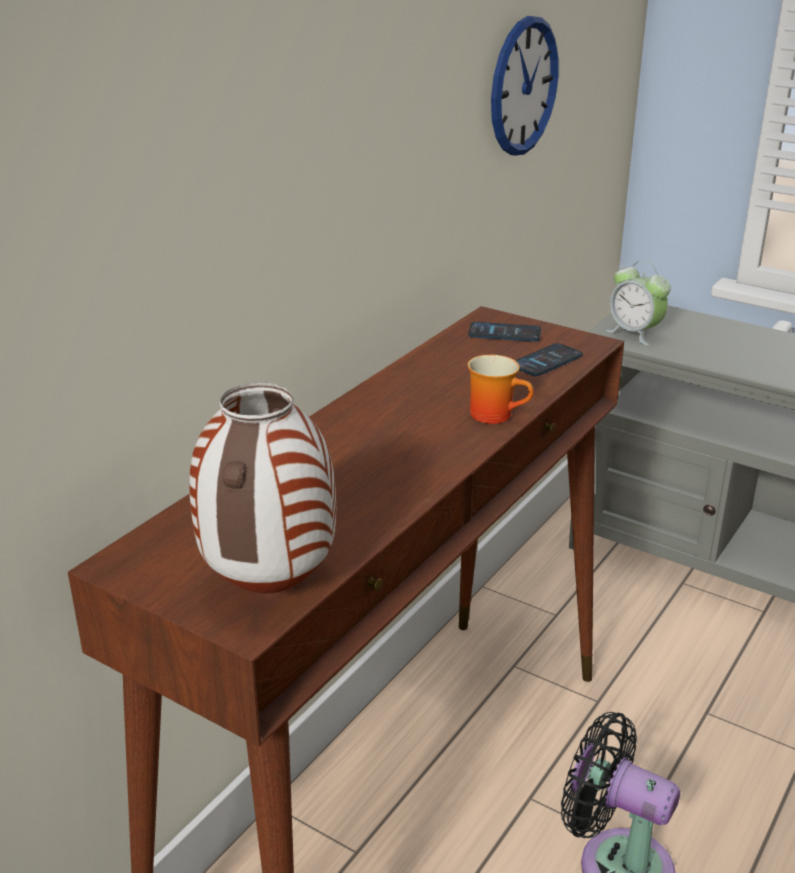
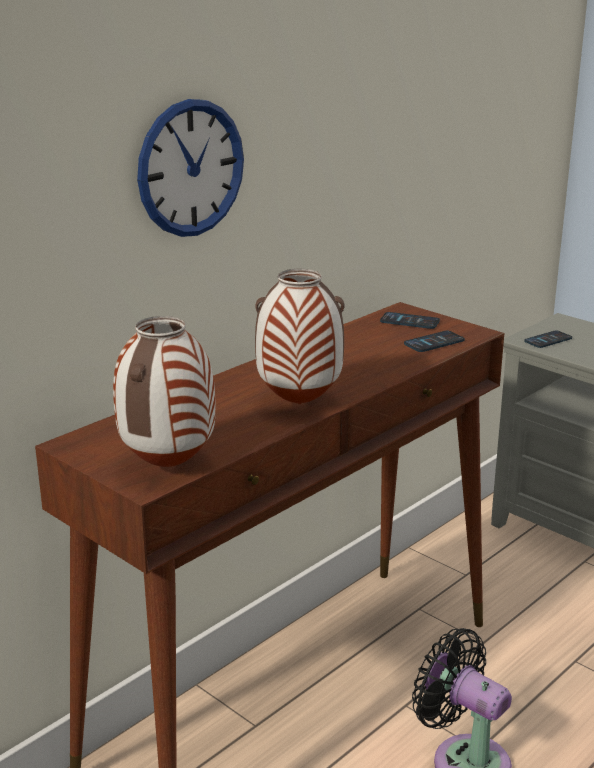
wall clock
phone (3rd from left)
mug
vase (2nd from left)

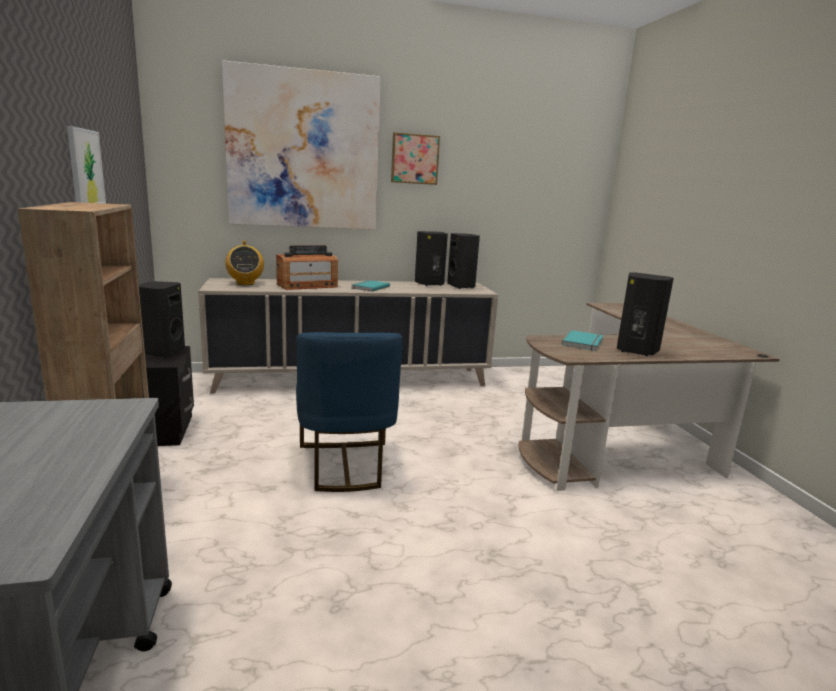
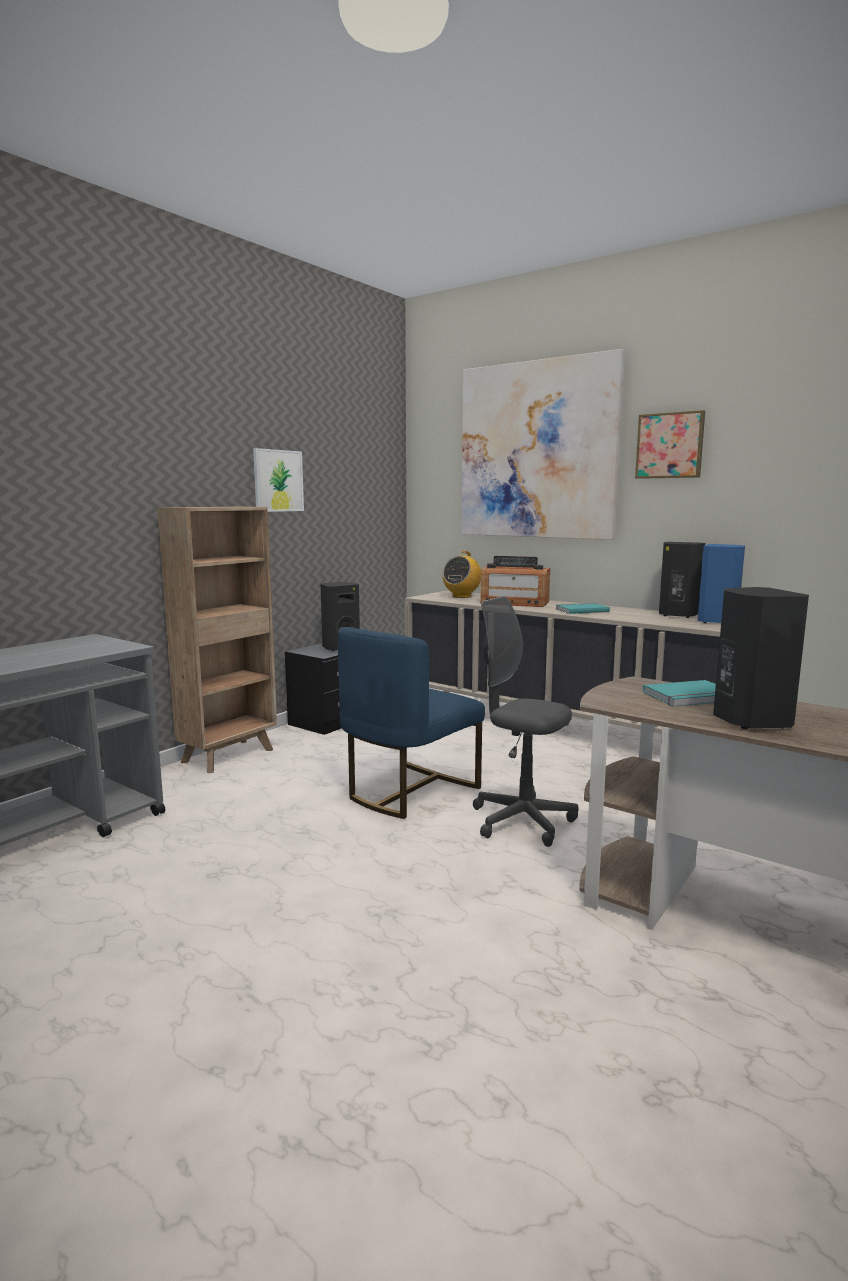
blue speaker
grey office chair

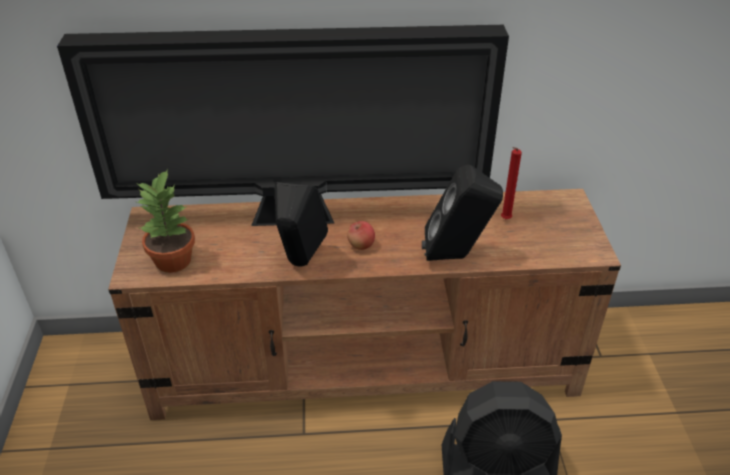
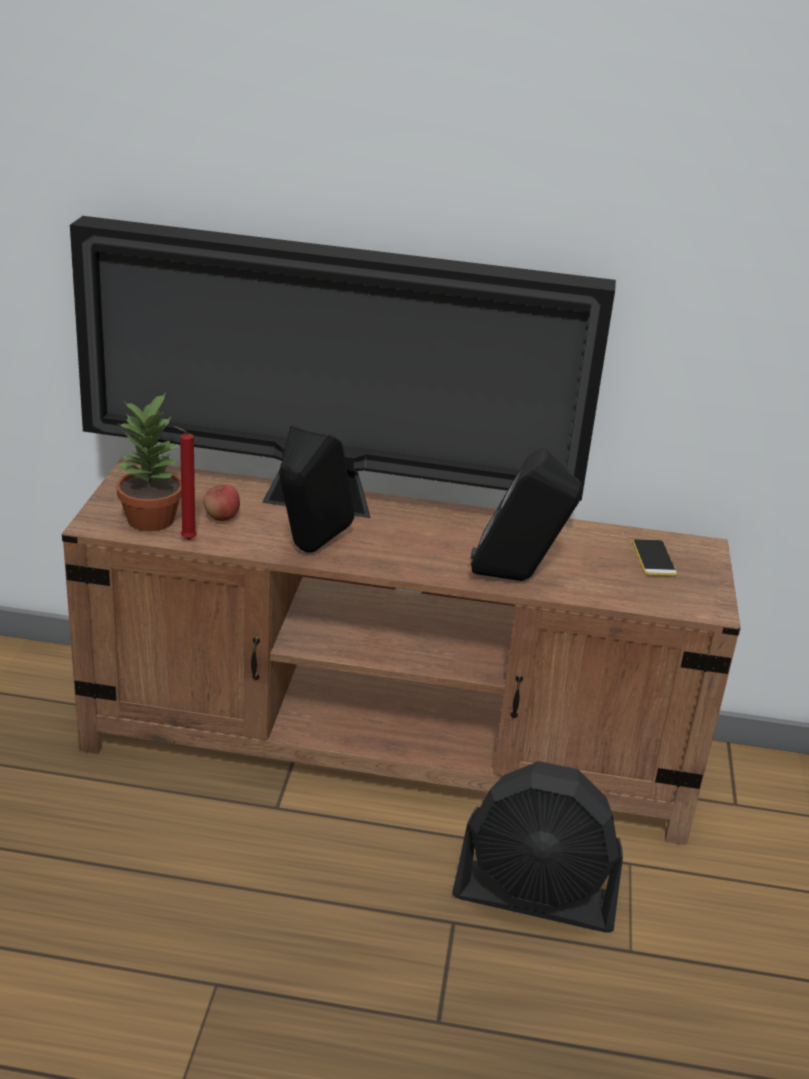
red candle
apple
phone

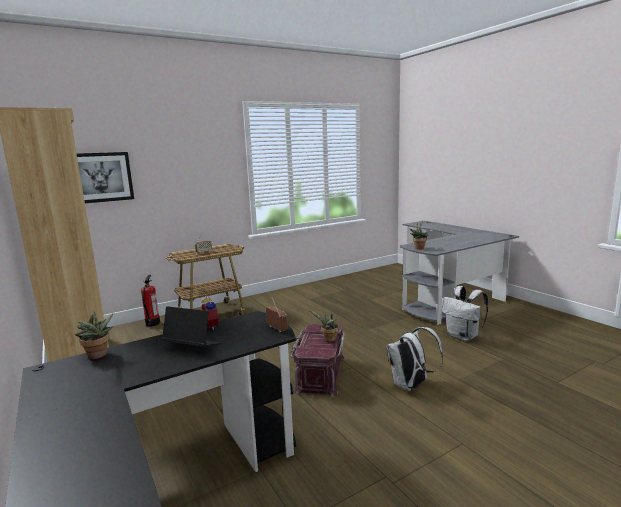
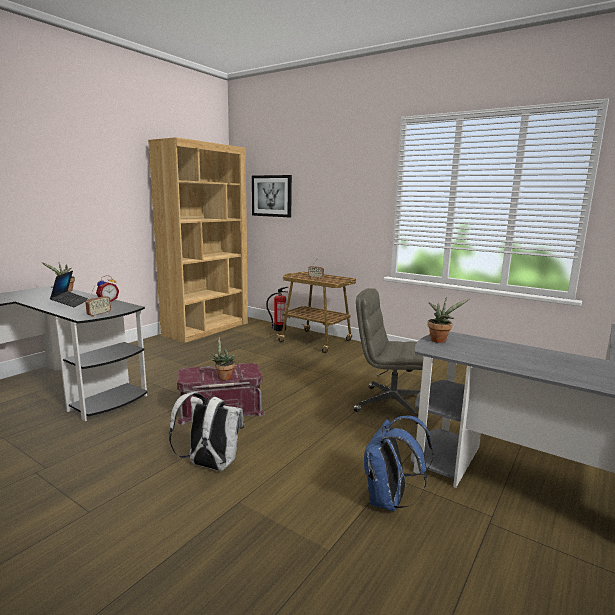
blue backpack
grey office chair

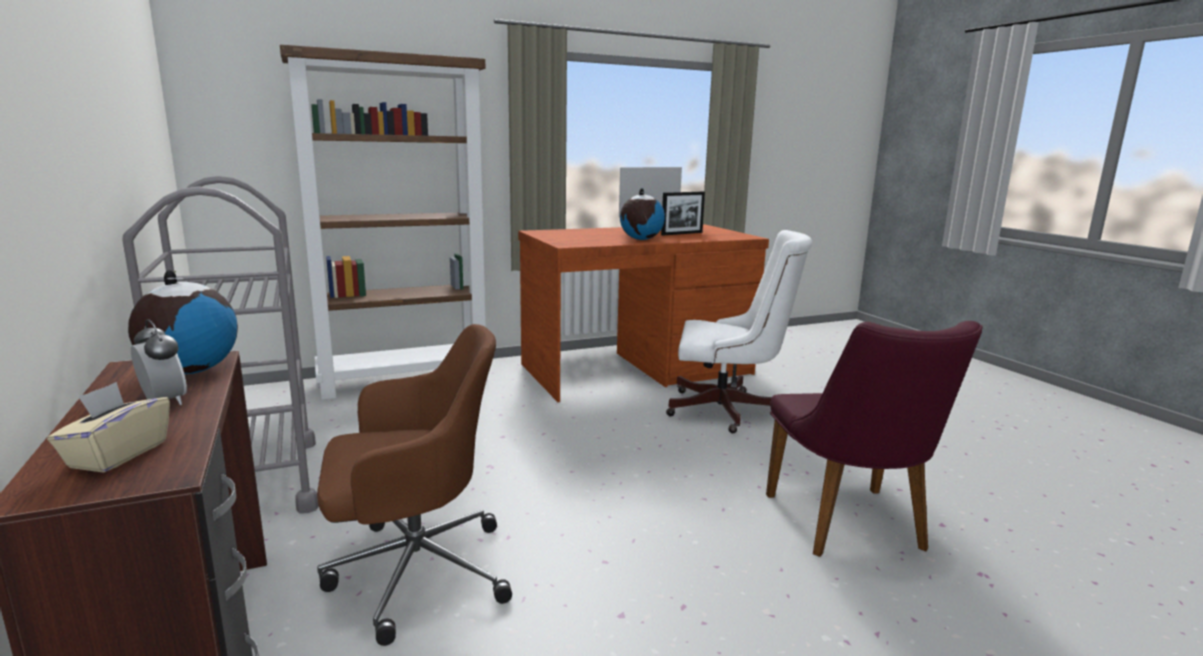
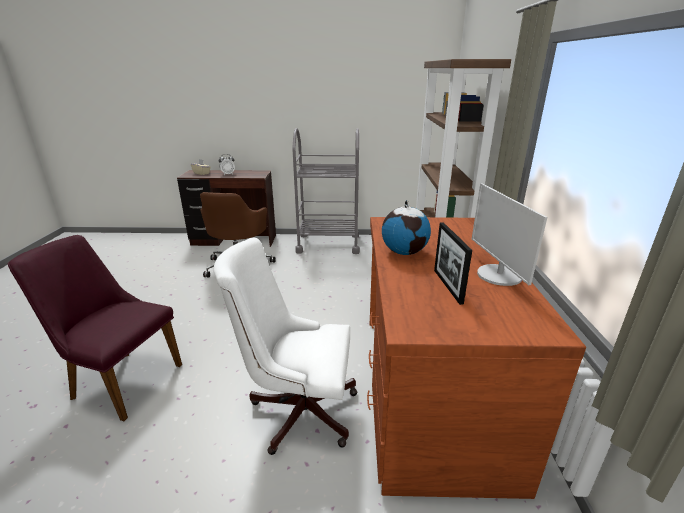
white office chair
globe (1st from left in the first image)

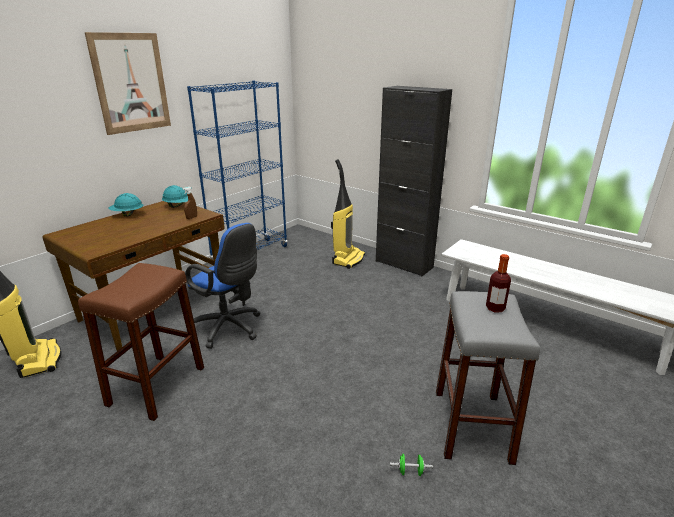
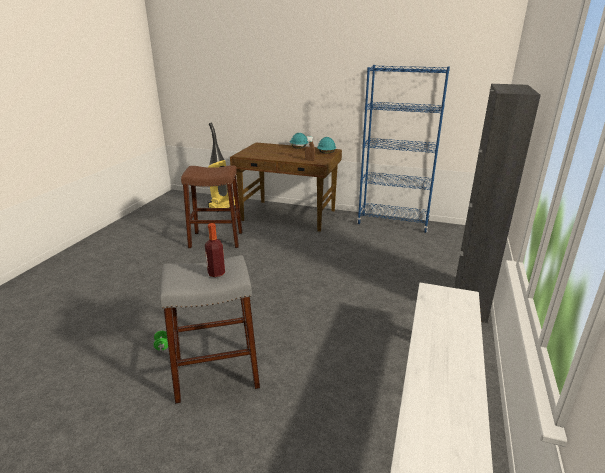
picture
vacuum cleaner (2nd from left in the first image)
blue office chair

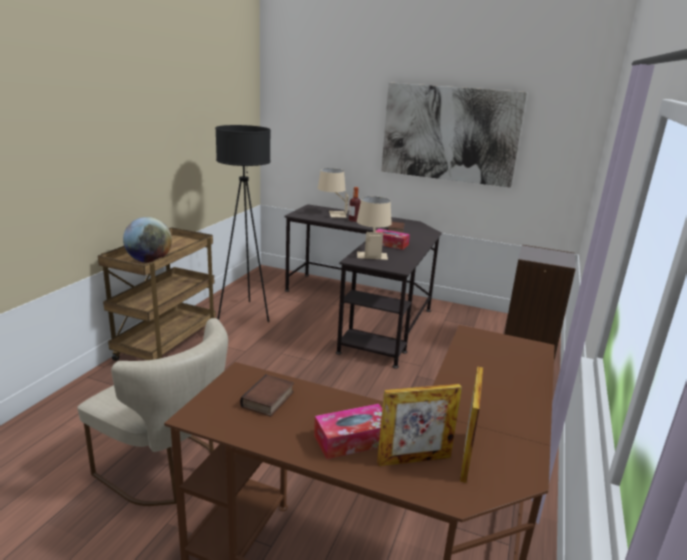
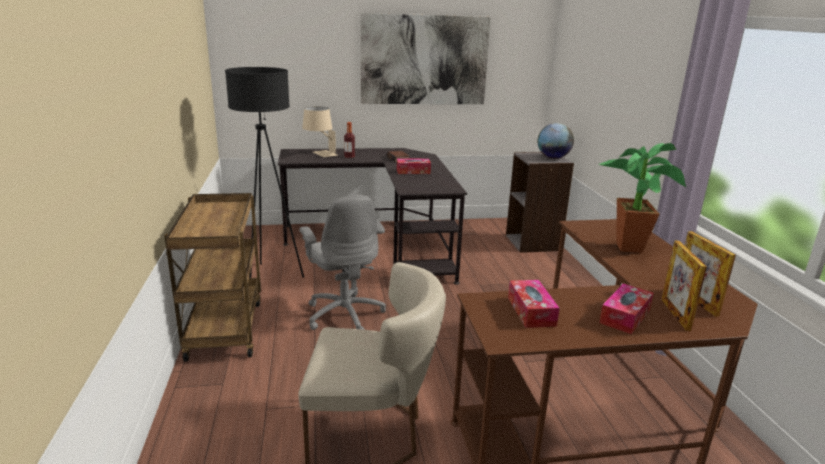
beige table lamp (2nd from left in the first image)
globe
tissue box (2nd from left)
picture frame (1st from left)
potted plant
grey office chair

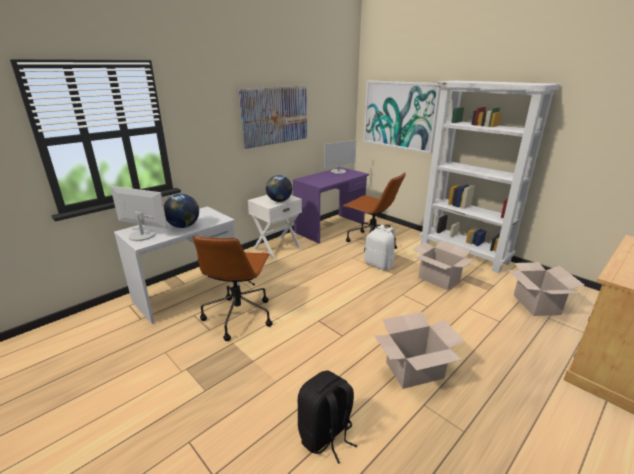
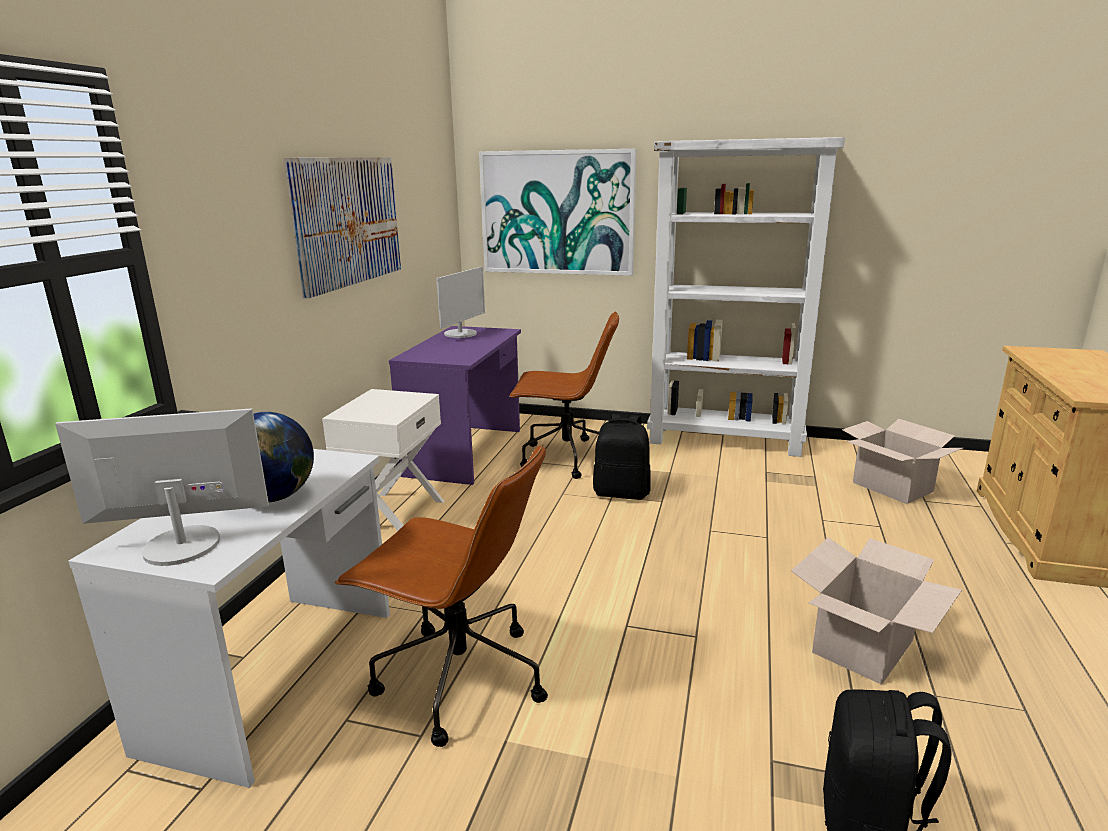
globe (2nd from left in the first image)
black backpack (1st from left)
brown office chair (1st from left)
cardboard box (2nd from left in the first image)

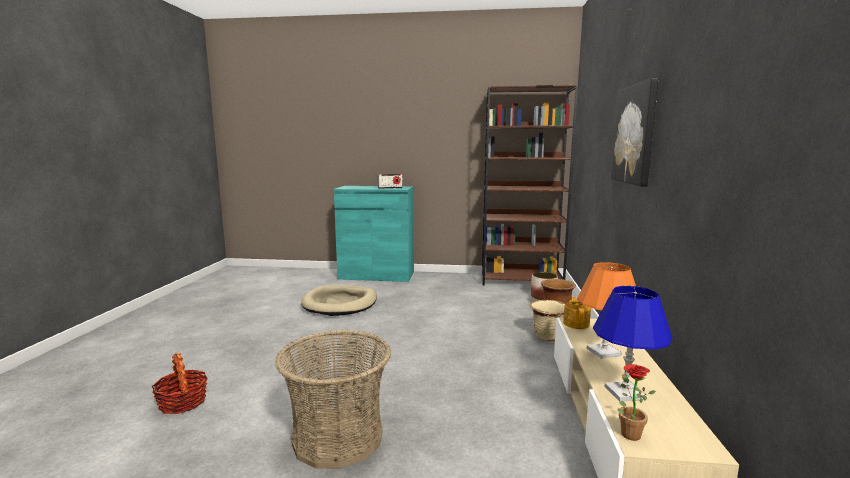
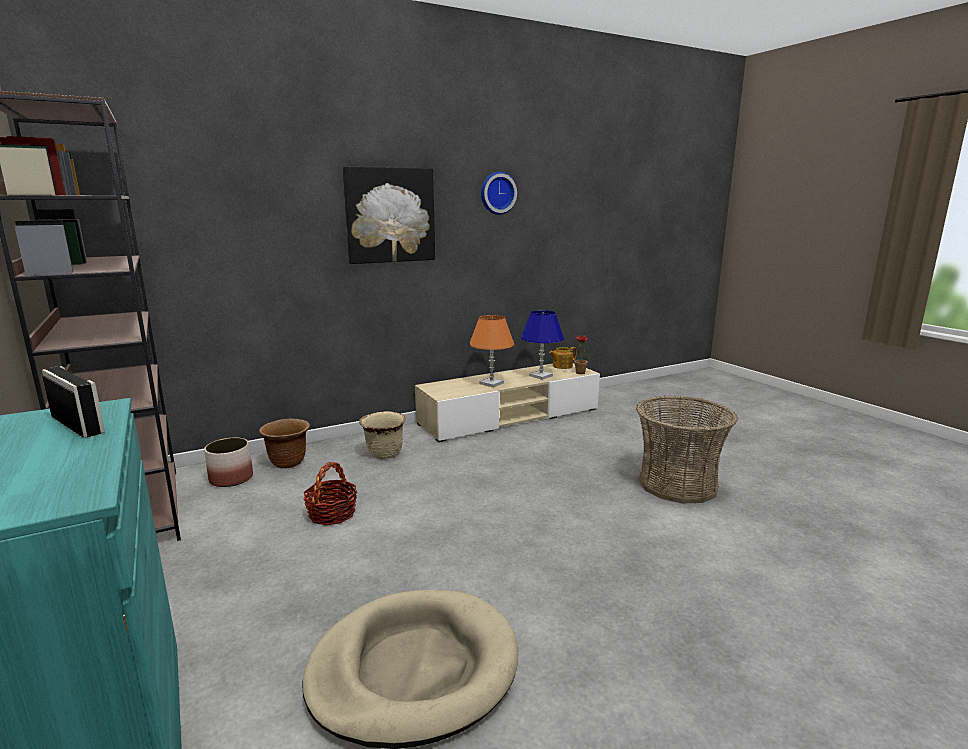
teapot
basket (1st from left)
wall clock

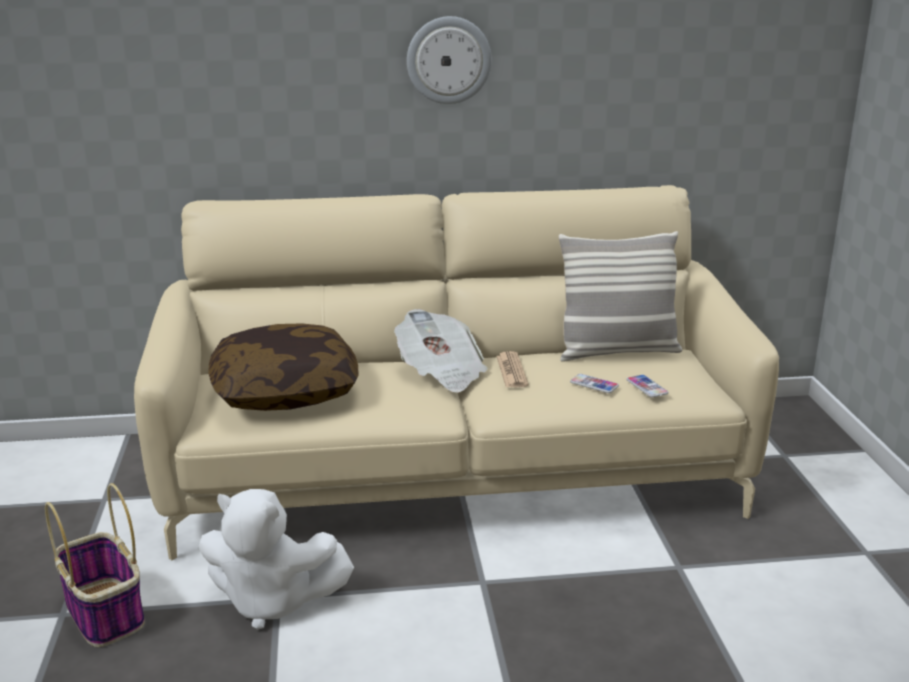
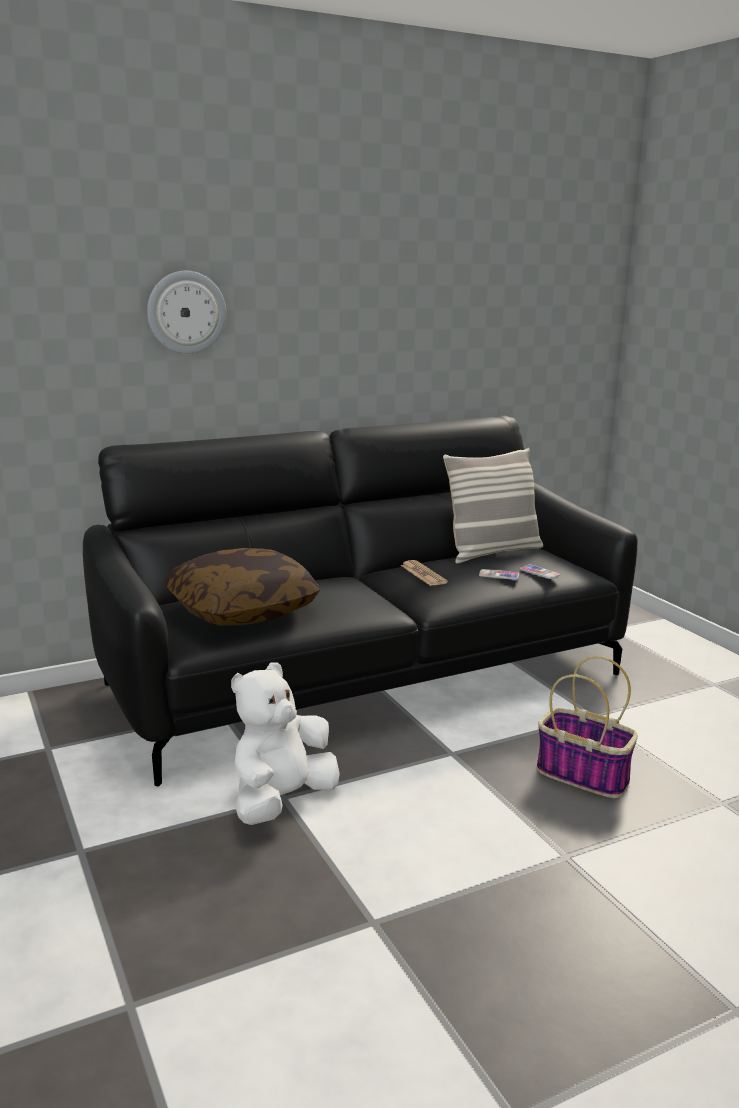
wall clock
black sofa
newspaper (1st from left in the first image)
basket
white plush toy

